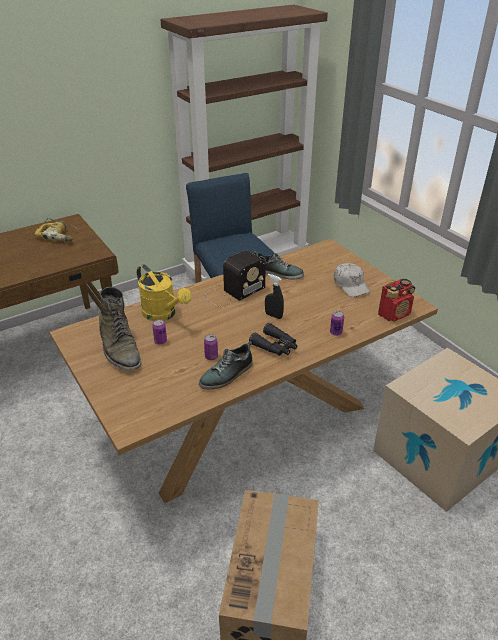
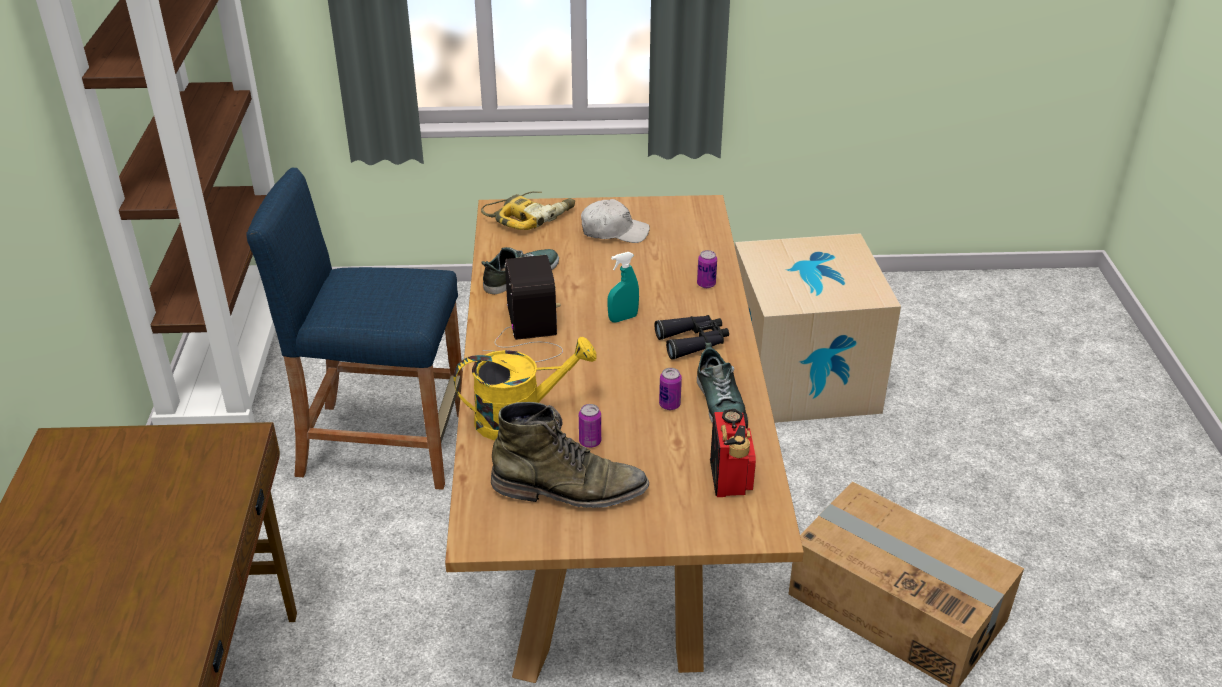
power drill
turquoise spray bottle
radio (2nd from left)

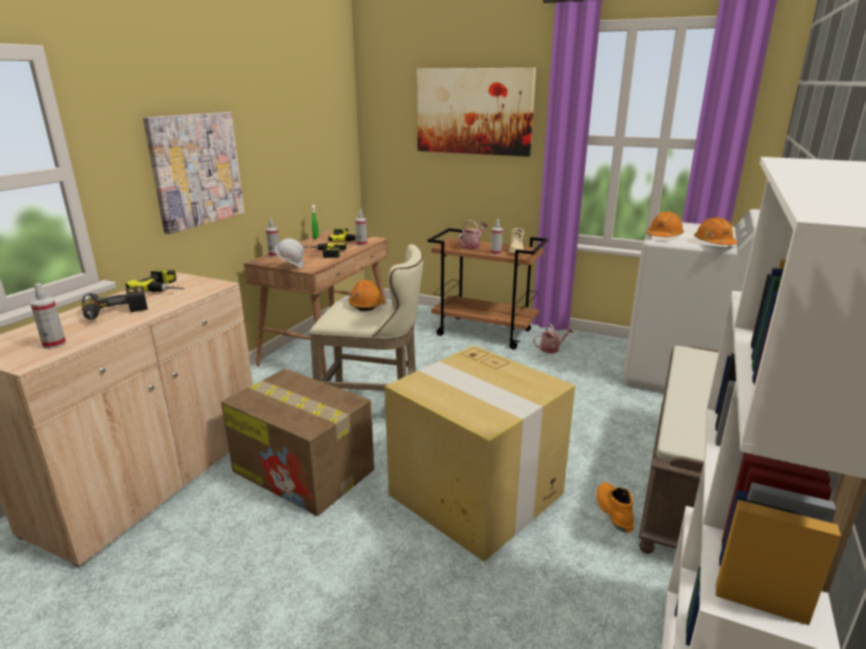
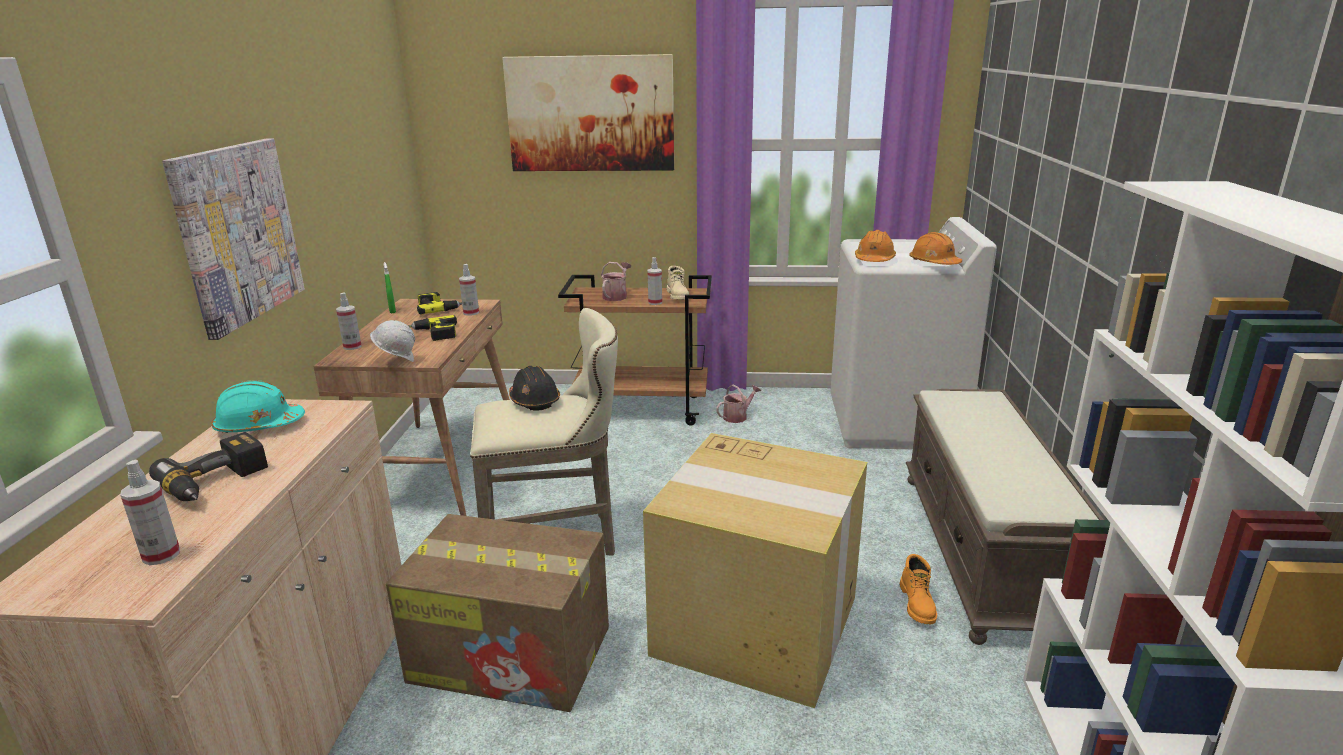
turquoise hard hat
black hard hat
orange boot

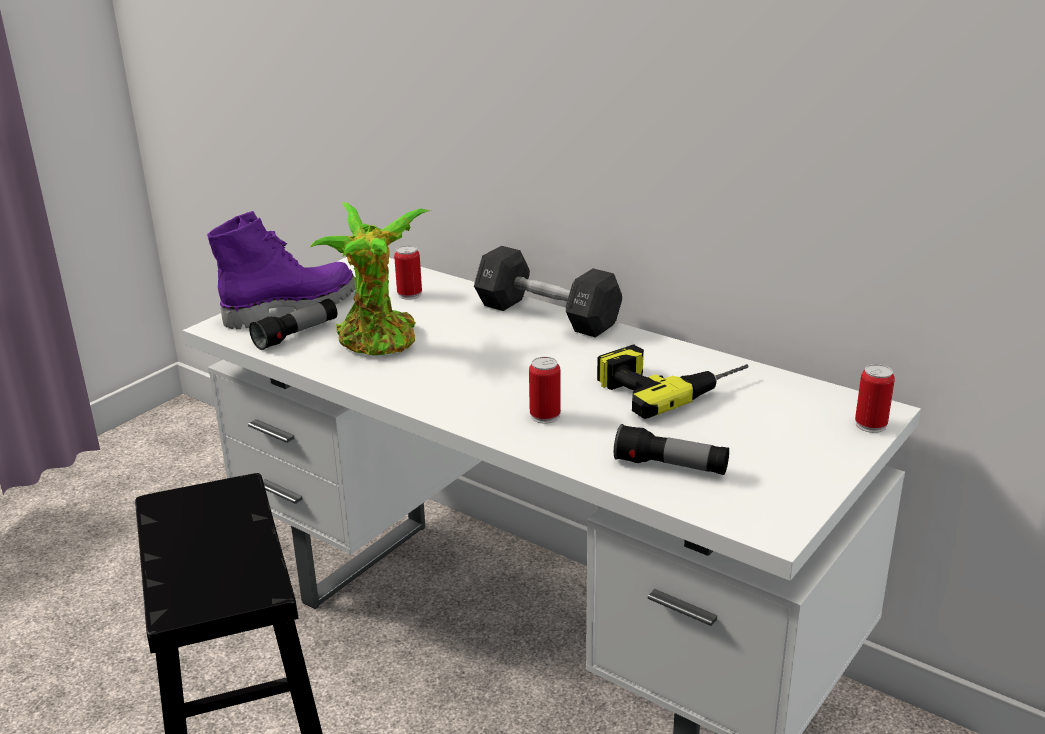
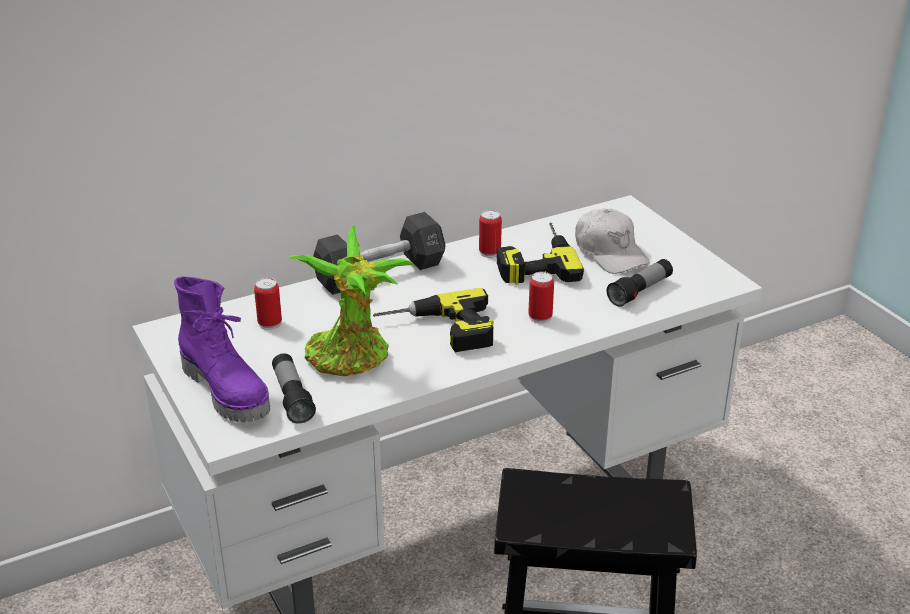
purple boot
can (2nd from left)
white cap
power drill (1st from left)

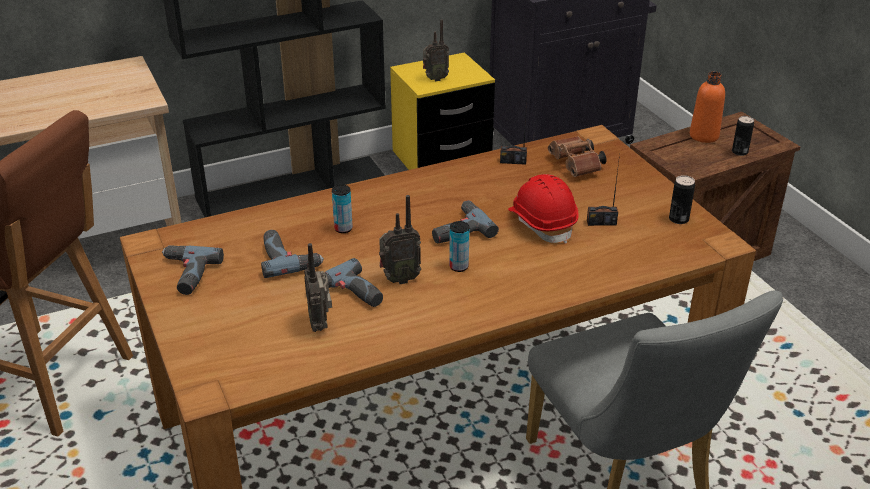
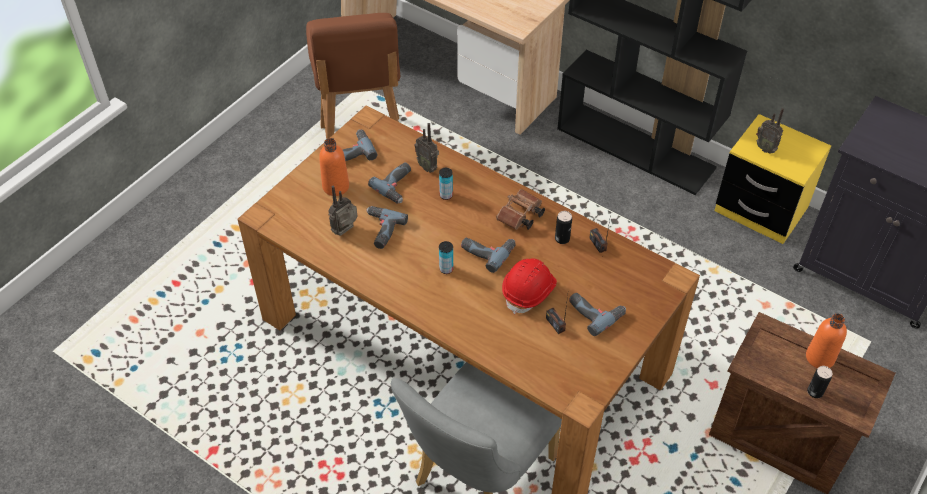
brown binoculars
can (3rd from left)
radio (2nd from left)
orange bottle (1st from left)
power drill (5th from left)

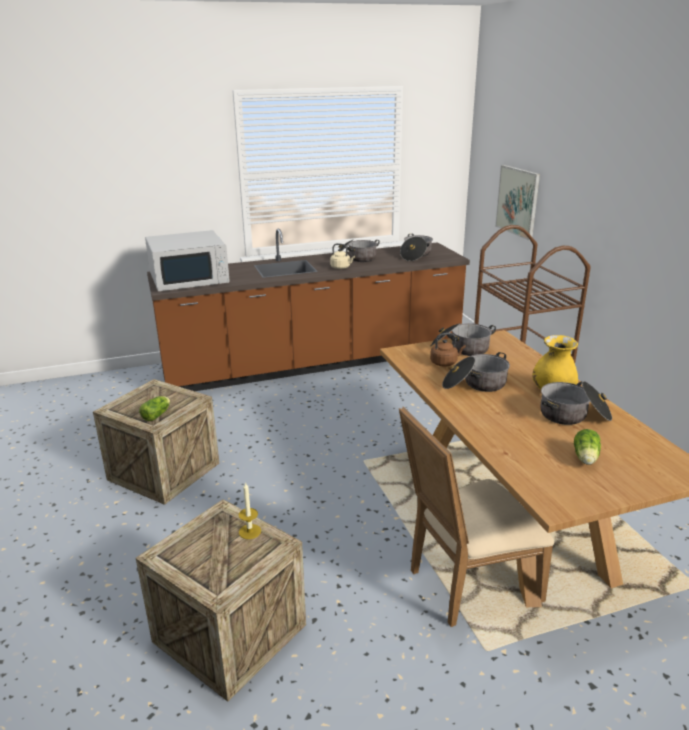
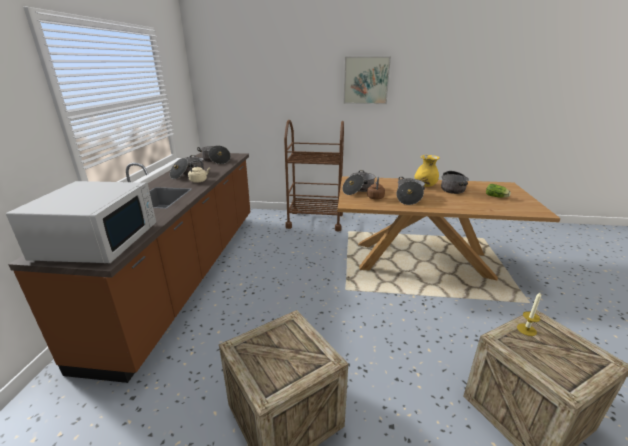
picture
lettuce (1st from left in the first image)
beige chair

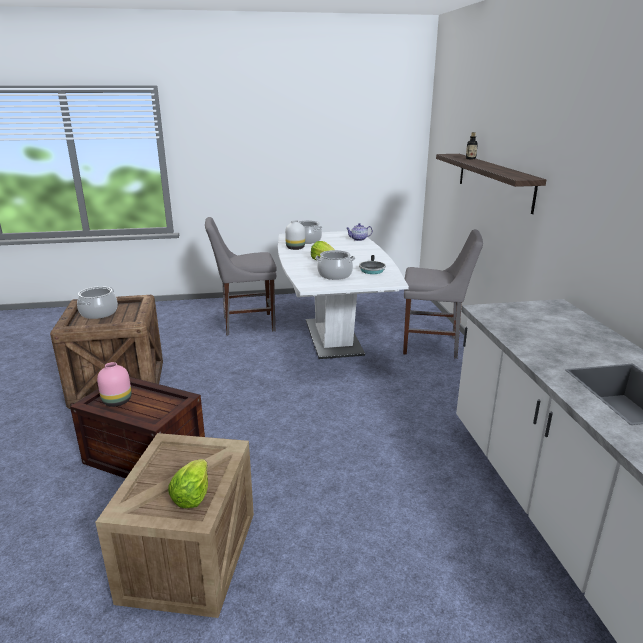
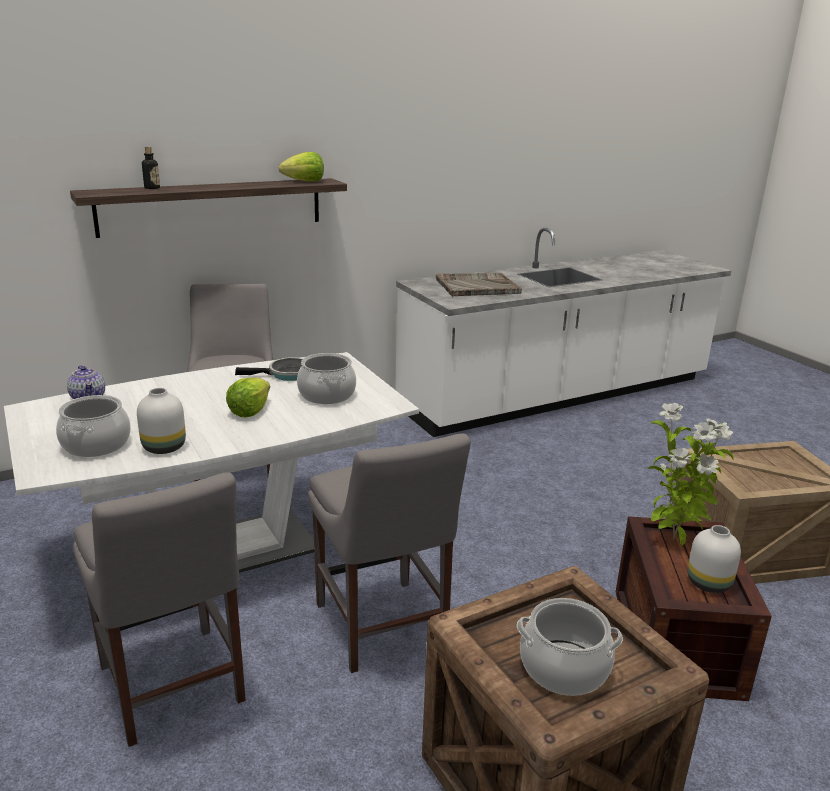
white vase (2nd from left)
lettuce (2nd from left)
grey tray
potted plant
grey chair (3rd from left)

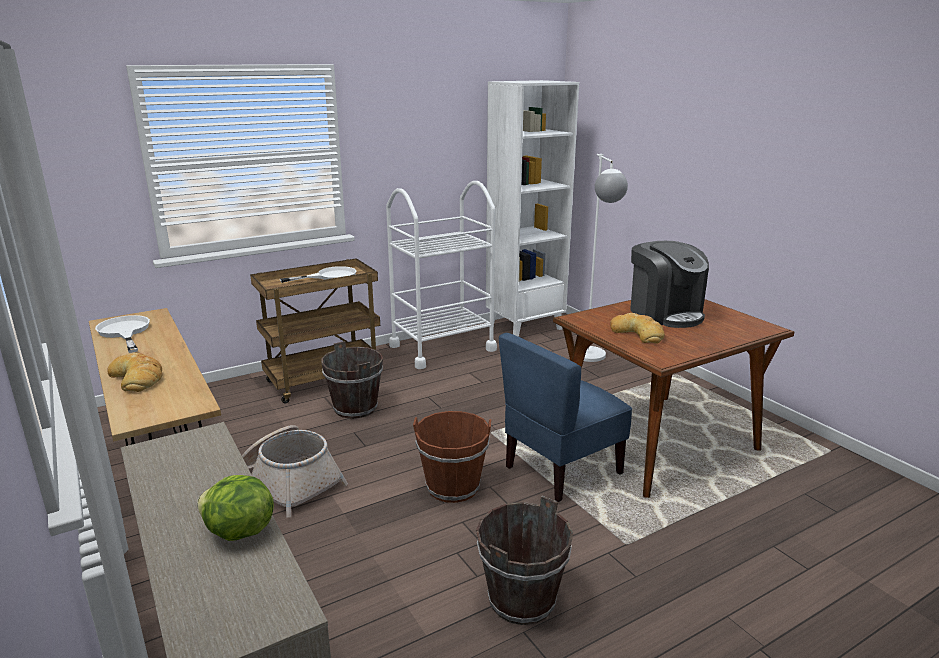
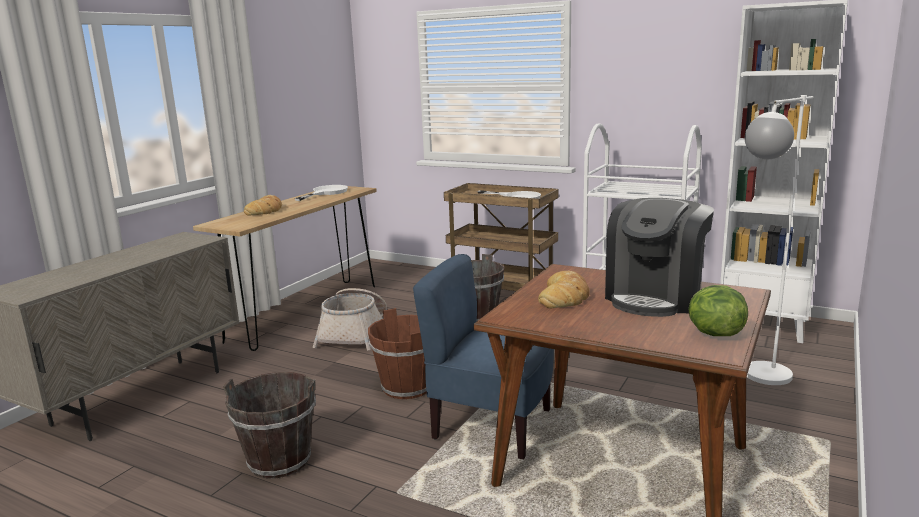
lettuce

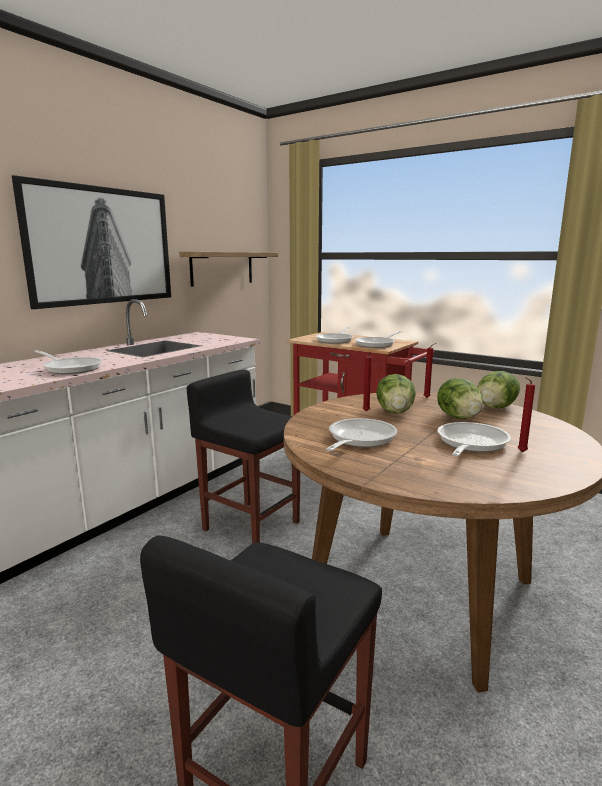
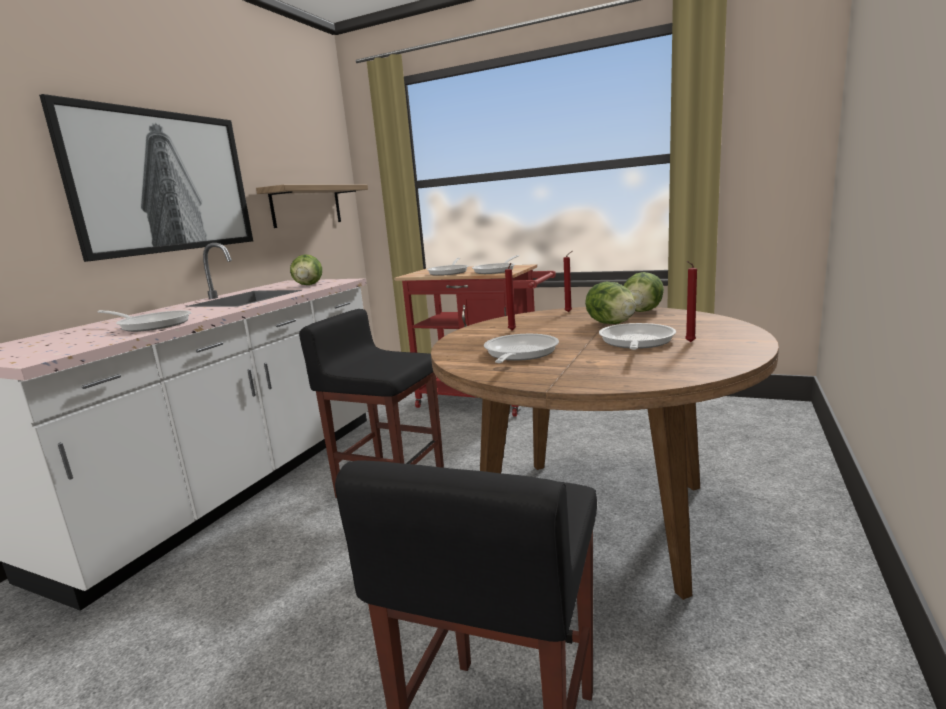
lettuce (1st from left)

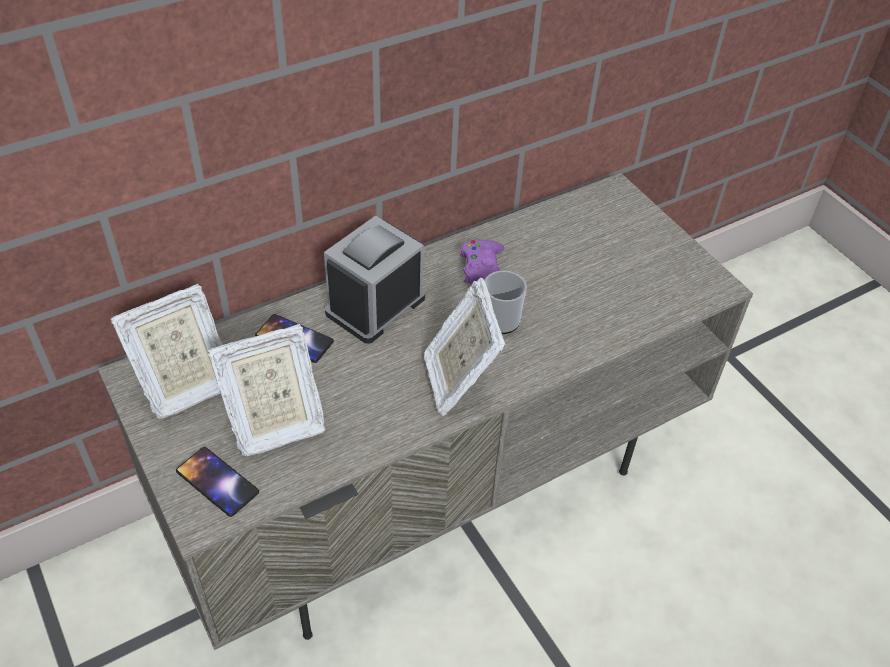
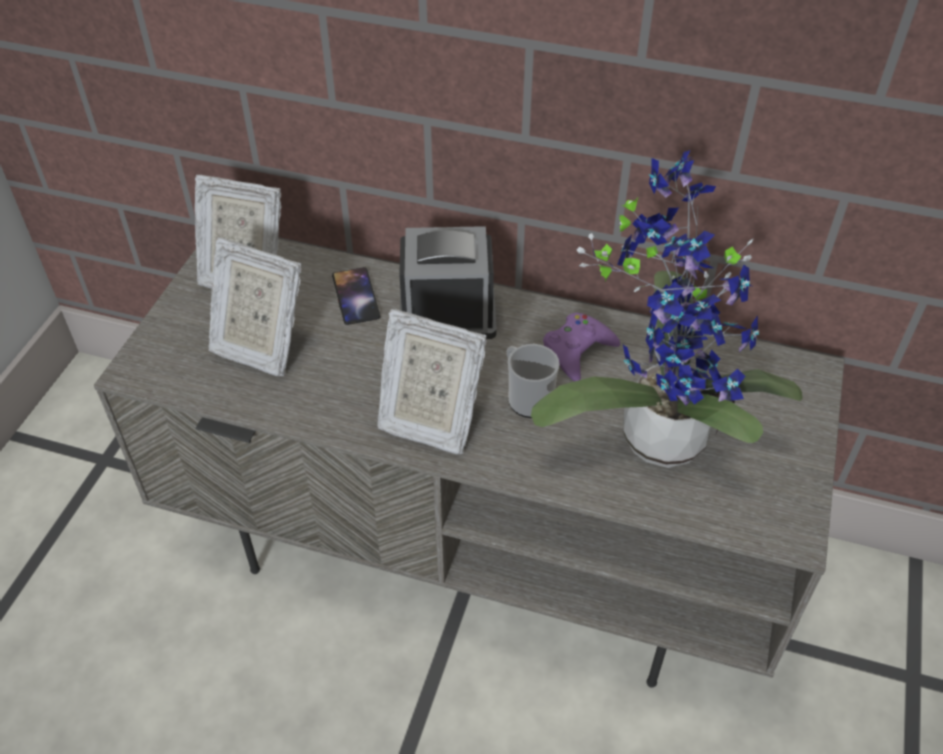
picture frame (3rd from left)
phone (1st from left in the first image)
potted plant

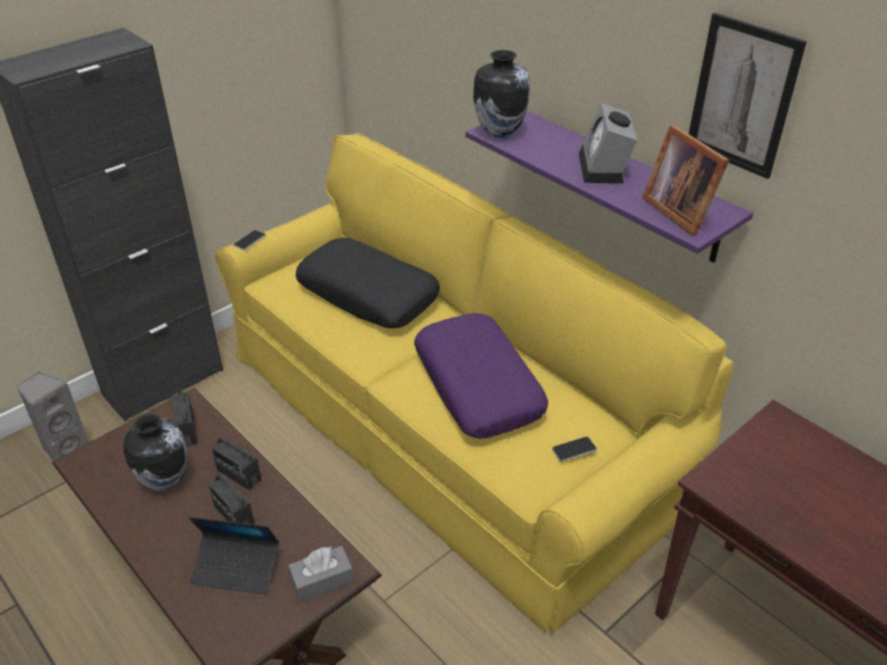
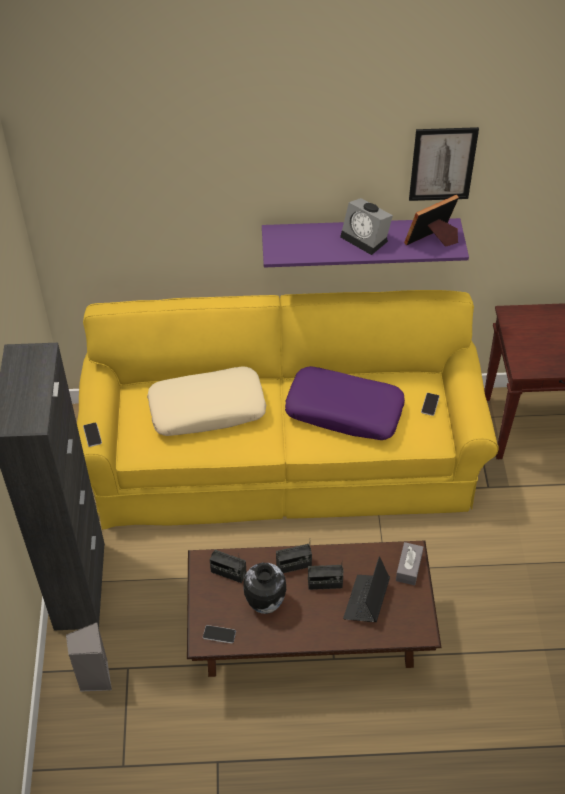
vase (2nd from left in the first image)
picture frame
beige pillow
laptop
phone (2nd from left)

